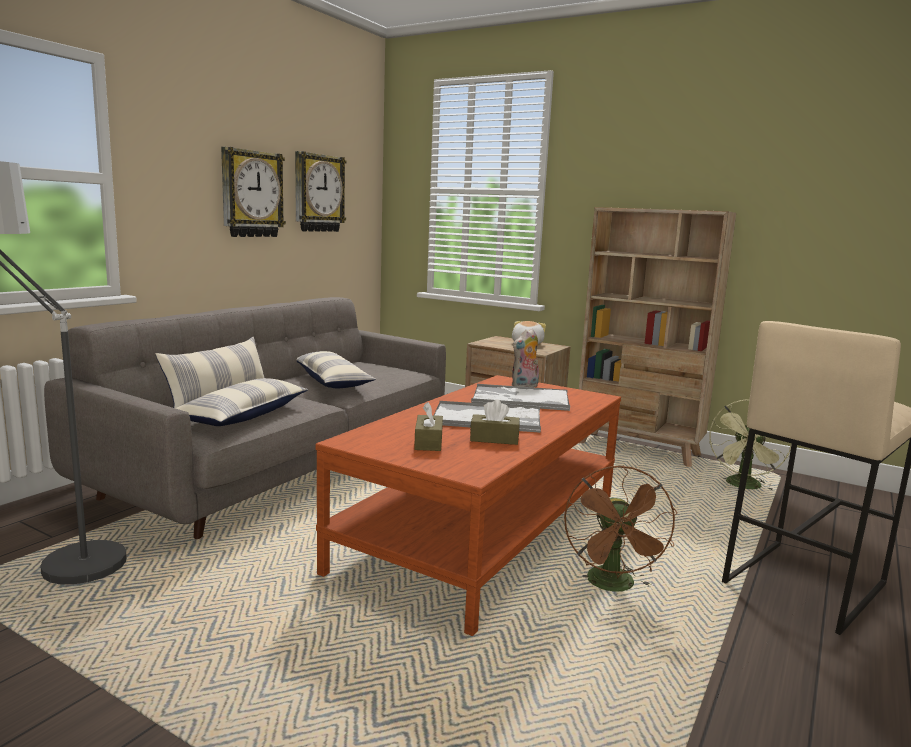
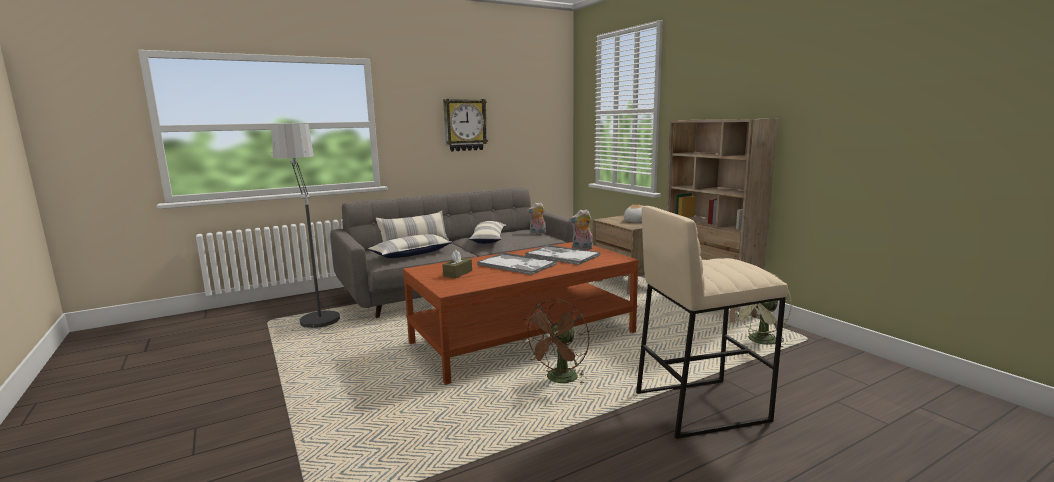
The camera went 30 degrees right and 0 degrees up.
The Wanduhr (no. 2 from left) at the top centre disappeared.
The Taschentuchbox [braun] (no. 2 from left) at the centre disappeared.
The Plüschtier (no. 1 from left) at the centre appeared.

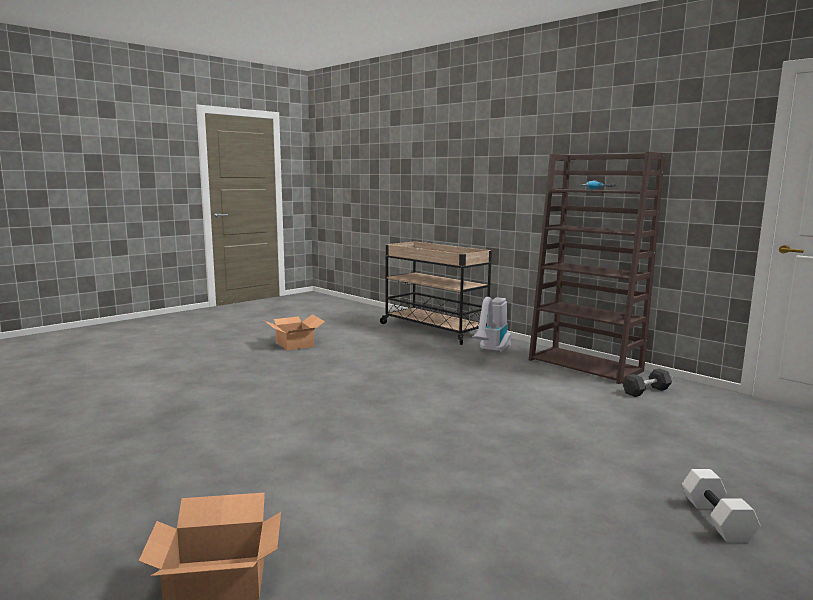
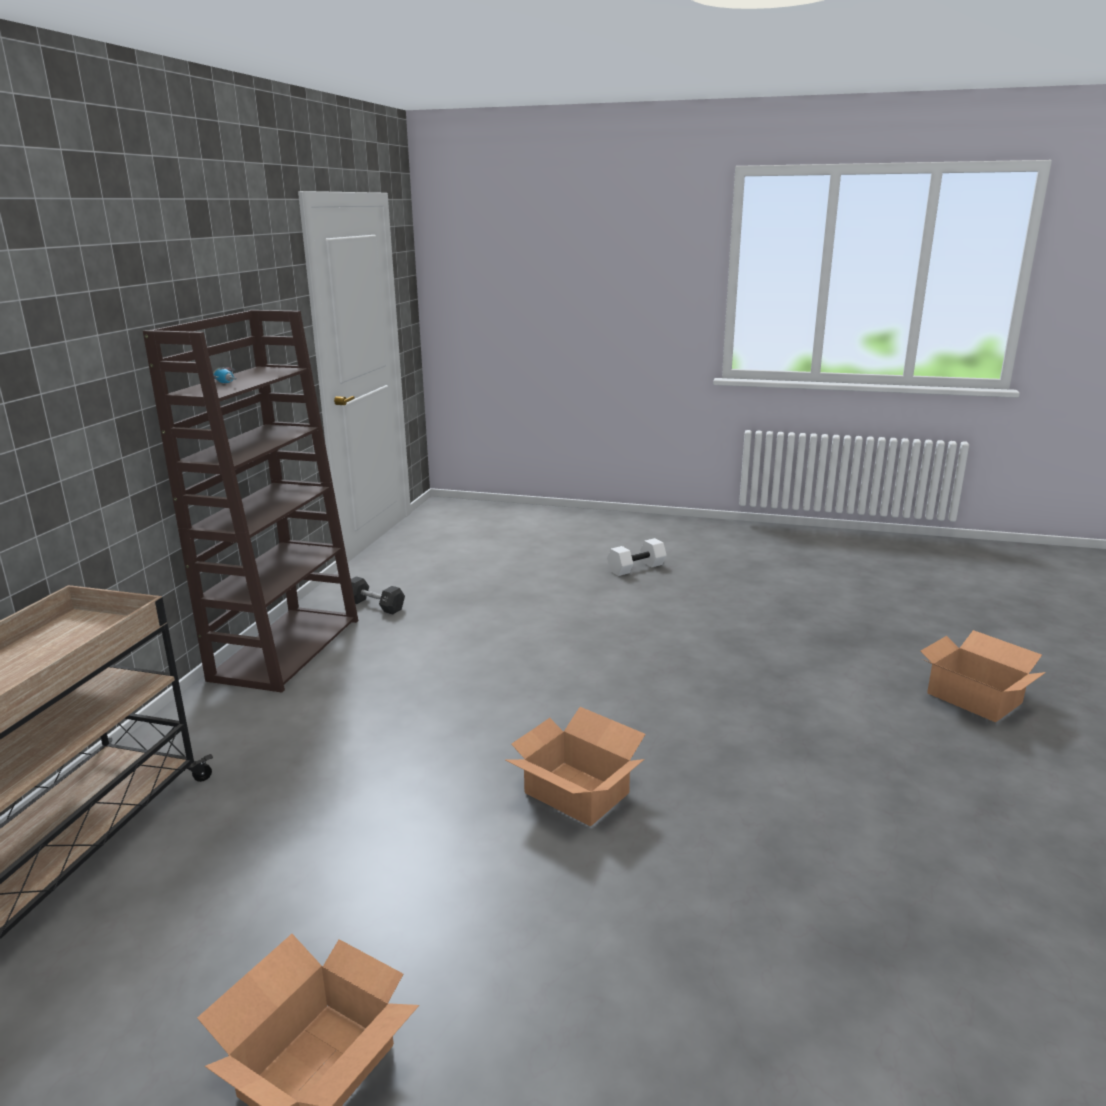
The camera went 120 degrees left and 10 degrees up.
The Staubsauger at the centre disappeared.
The Karton (no. 2 from left) at the bottom centre appeared.

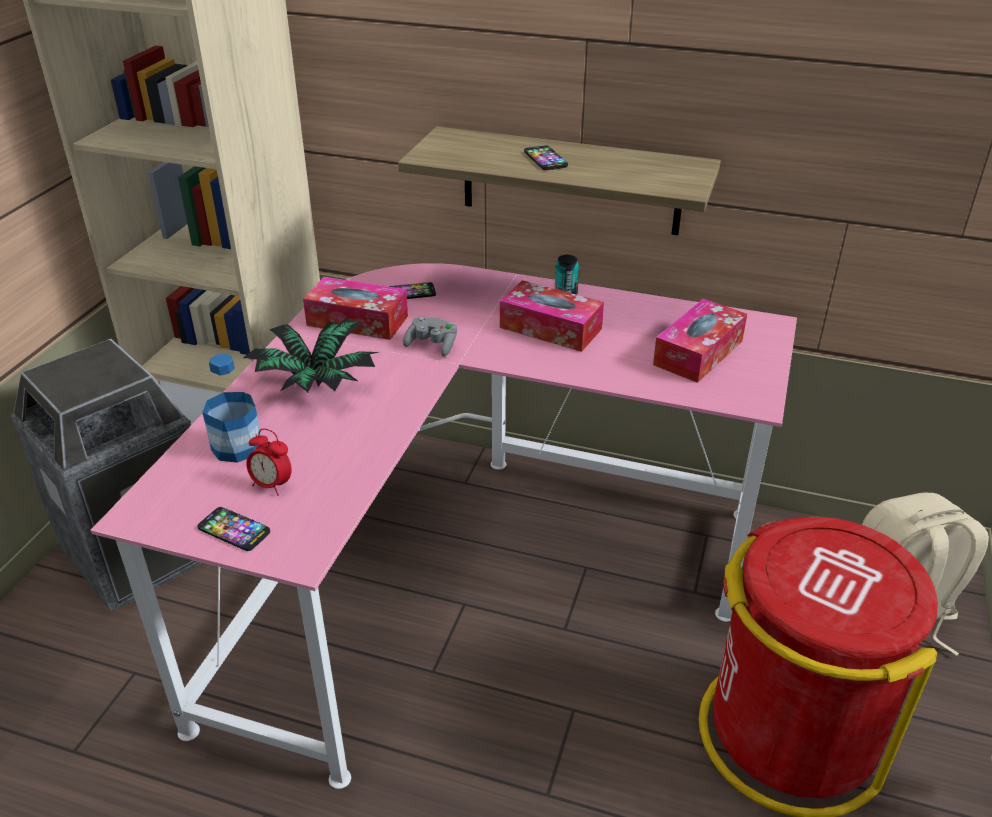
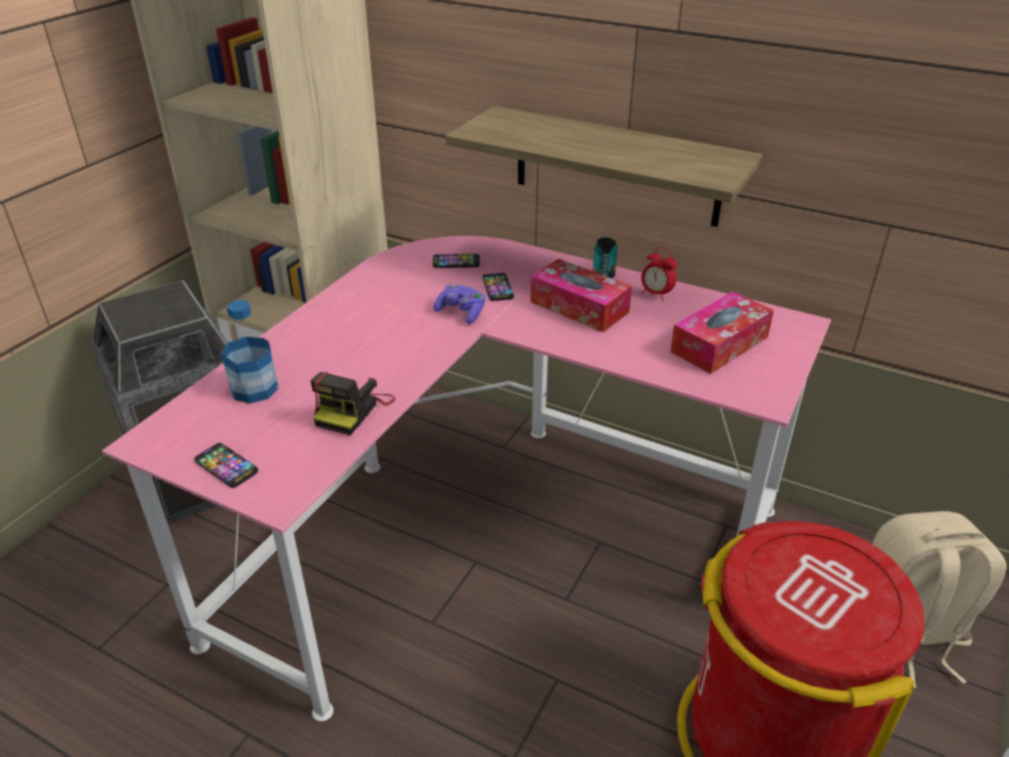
The camera went 10 degrees right and 0 degrees up.
The Handy (no. 3 from left) moved from the top centre to the centre.
The Taschentuchbox (no. 1 from left) at the centre disappeared.
The Topfpflanze at the middle left disappeared.
The Gamepad [grau] at the centre became the Gamepad [lila] at the centre.
The Wecker moved from the middle left to the centre.
The Kamera at the centre appeared.

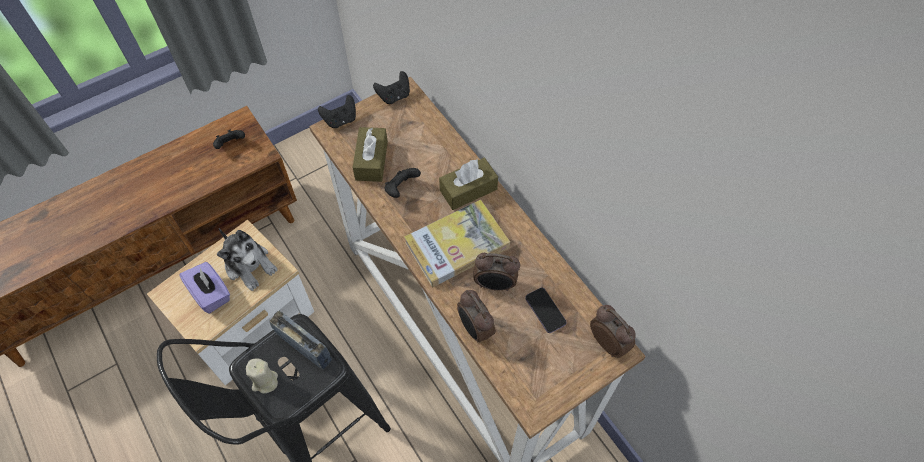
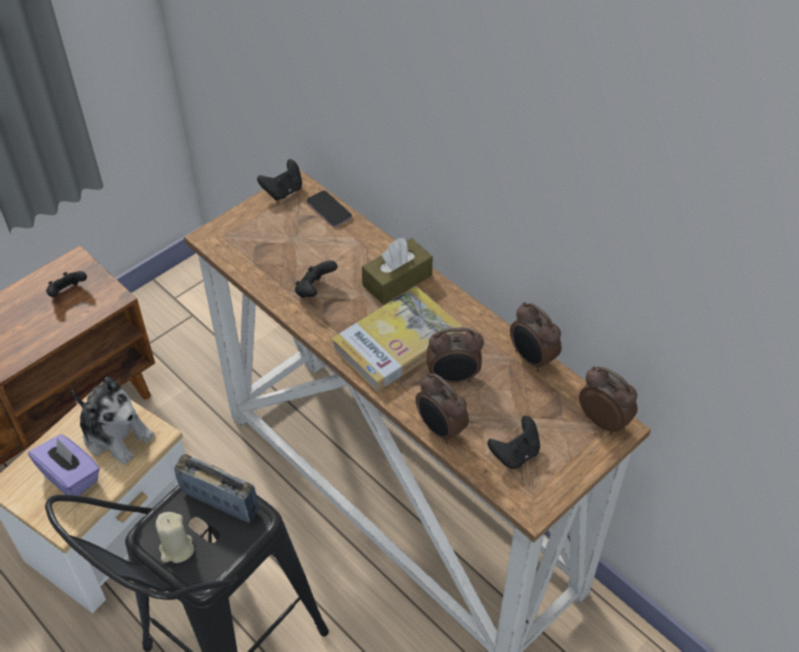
The camera went 10 degrees left and 10 degrees down.
The Gamepad [schwarz] (no. 2 from left in the first image) moved from the top centre to the bottom centre.
The Taschentuchbox [braun] (no. 1 from left) at the centre disappeared.
The Handy moved from the bottom centre to the top centre.
The Wecker (no. 3 from left) at the middle right appeared.

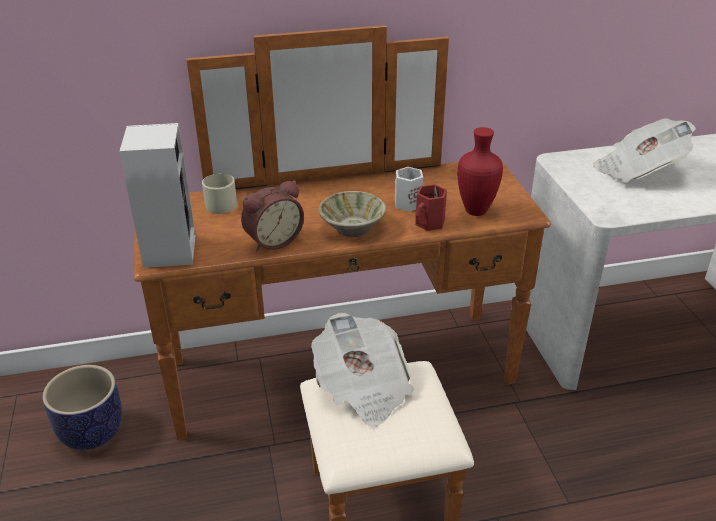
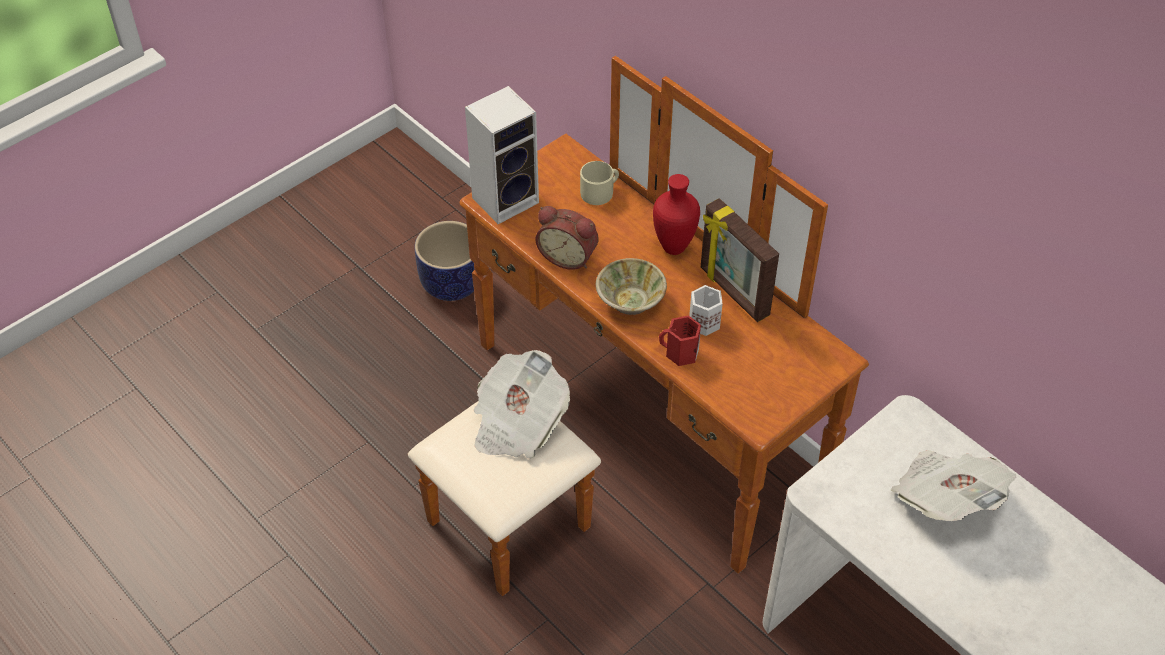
The camera went 60 degrees right and 15 degrees up.
The Vase [rot] moved from the top right to the top centre.
The Bilderrahmen at the centre appeared.

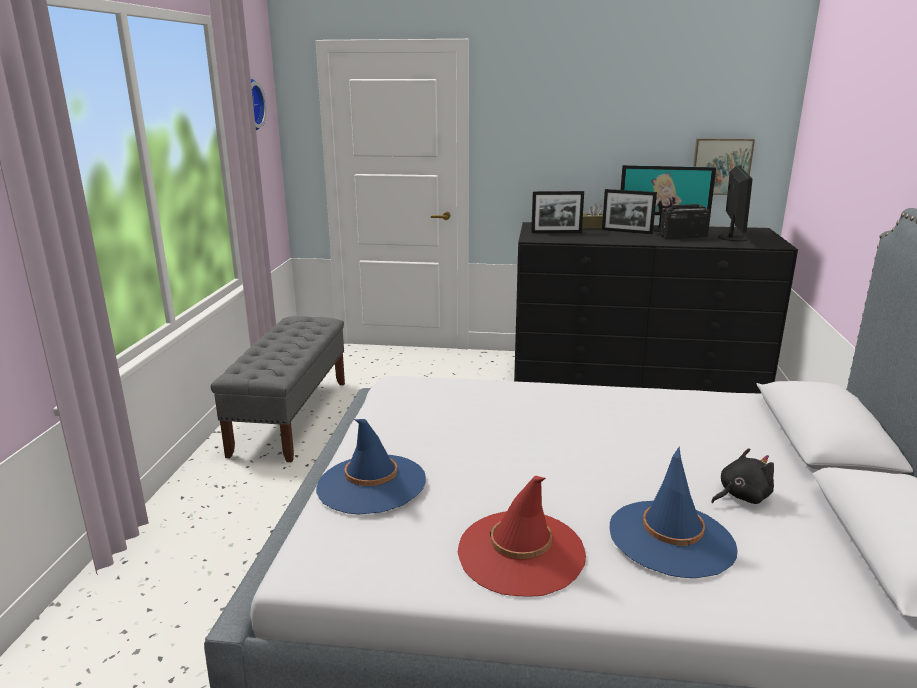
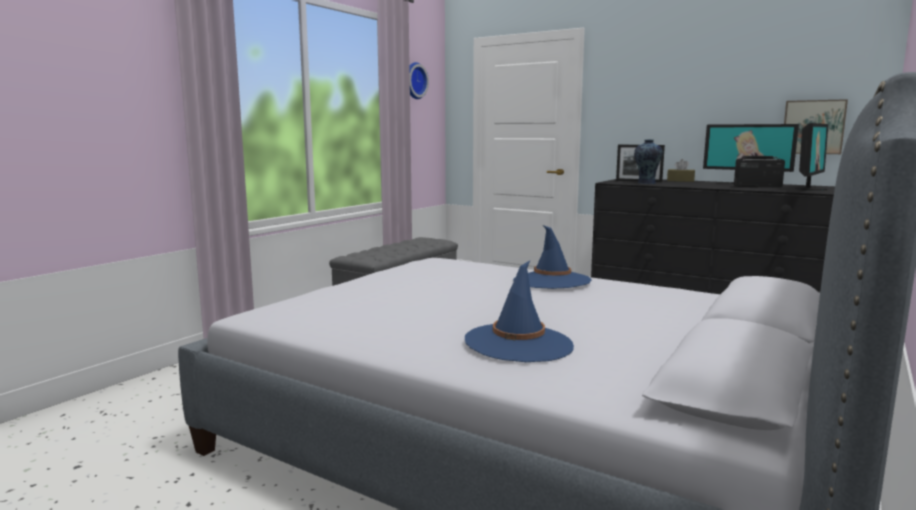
The camera went 25 degrees right and 10 degrees down.
The Bilderrahmen (no. 2 from left) at the top right disappeared.
The Hut [blau] (no. 1 from left in the first image) moved from the bottom centre to the centre.
The Plüschtier [schwarz] at the bottom right disappeared.
The Hut [rot] at the bottom centre disappeared.
The Vase at the top right appeared.

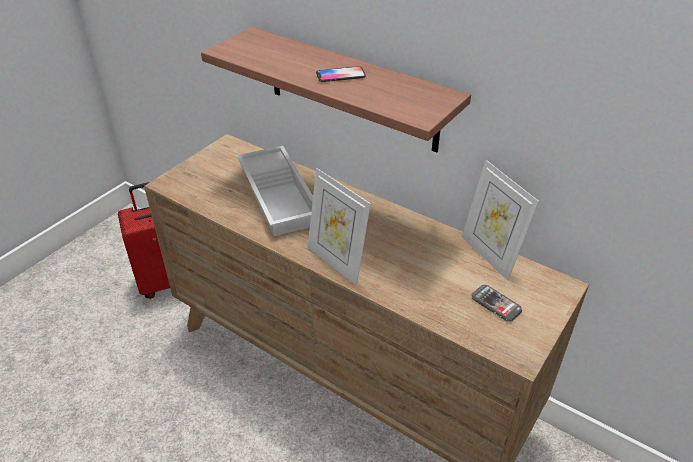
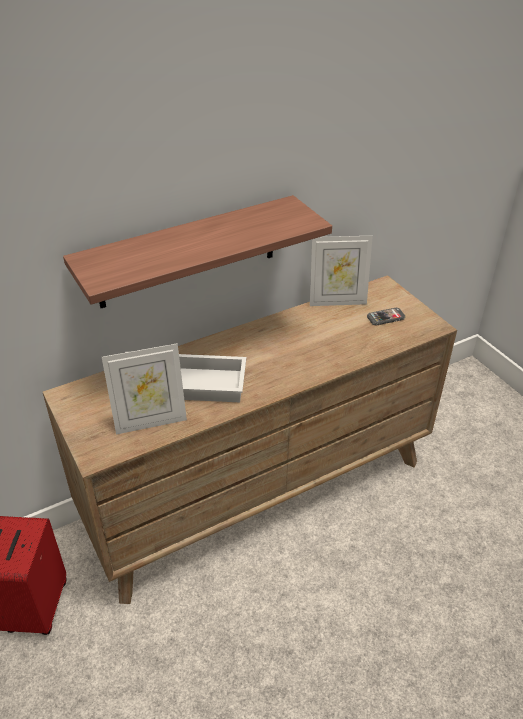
The camera went 65 degrees left and 0 degrees up.
The Handy (no. 1 from left) at the top centre disappeared.
The Bilderrahmen (no. 1 from left) moved from the centre to the middle left.

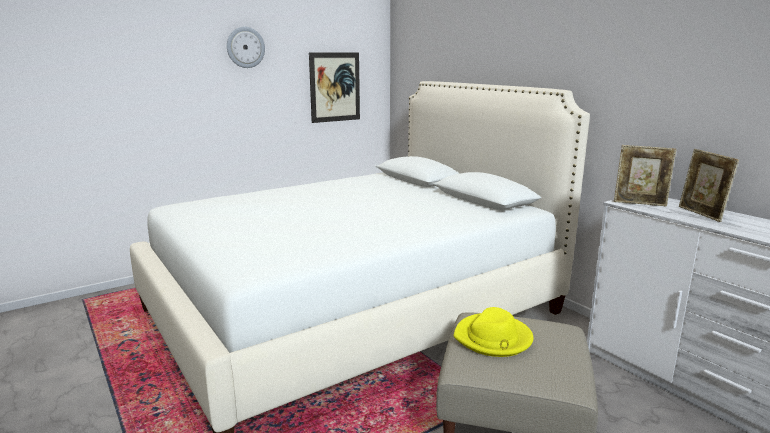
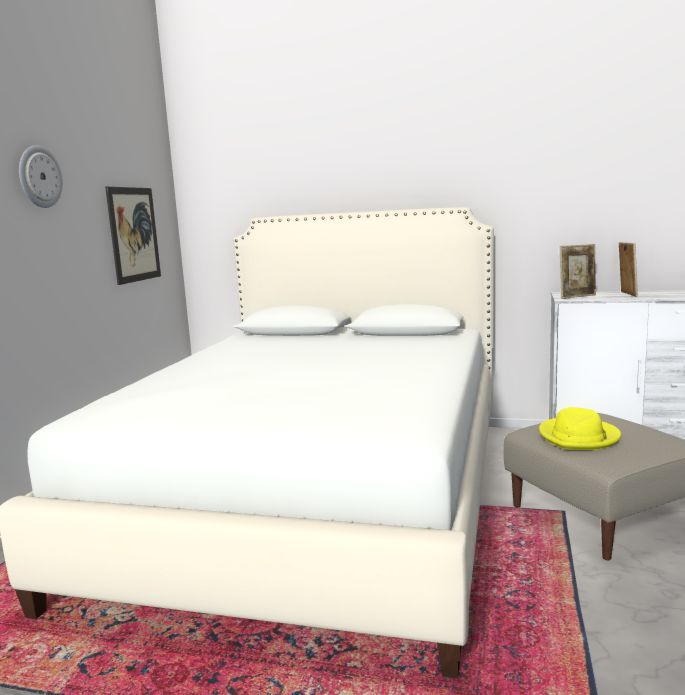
The camera went 40 degrees left and 5 degrees down.
The Bilderrahmen (no. 2 from left) at the middle right turned 120 degrees counterclockwise.

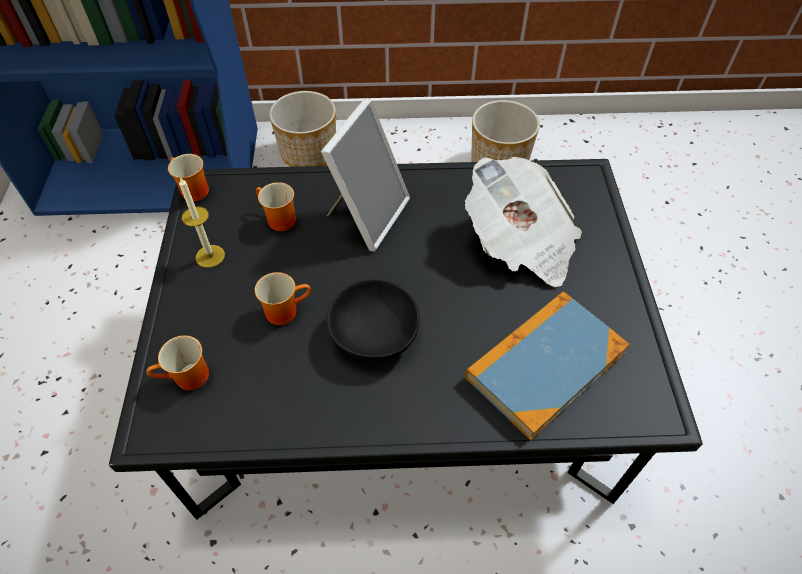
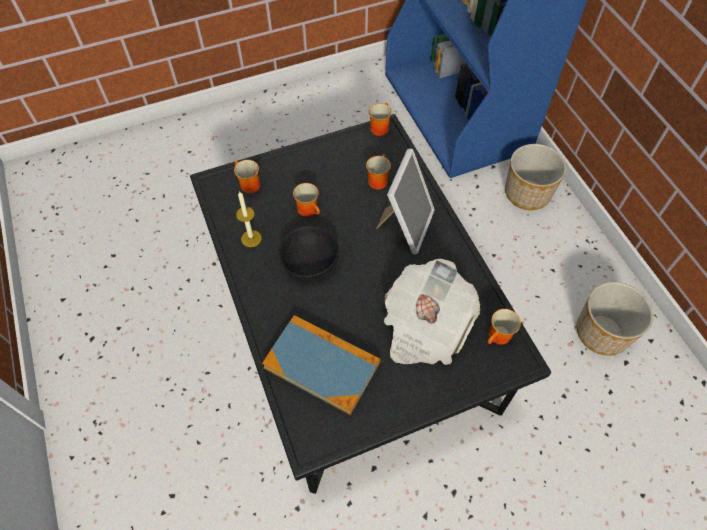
The camera went 70 degrees right and 5 degrees up.
The Bilderrahmen at the top centre turned 75 degrees counterclockwise.
The Kerze moved from the middle left to the centre.
The Henkelbecher (no. 5 from left) at the middle right appeared.

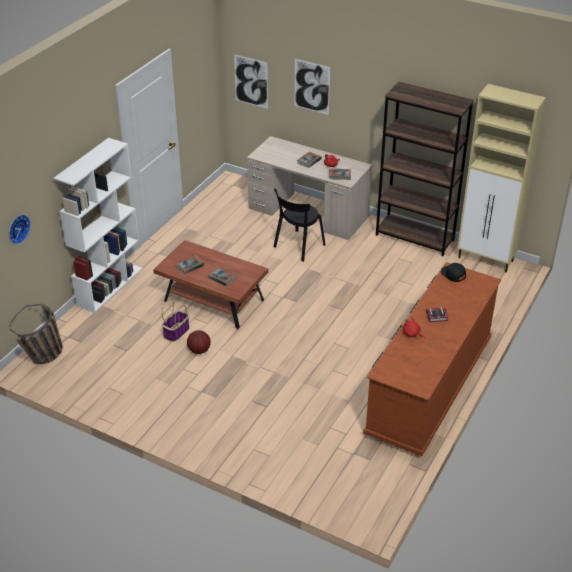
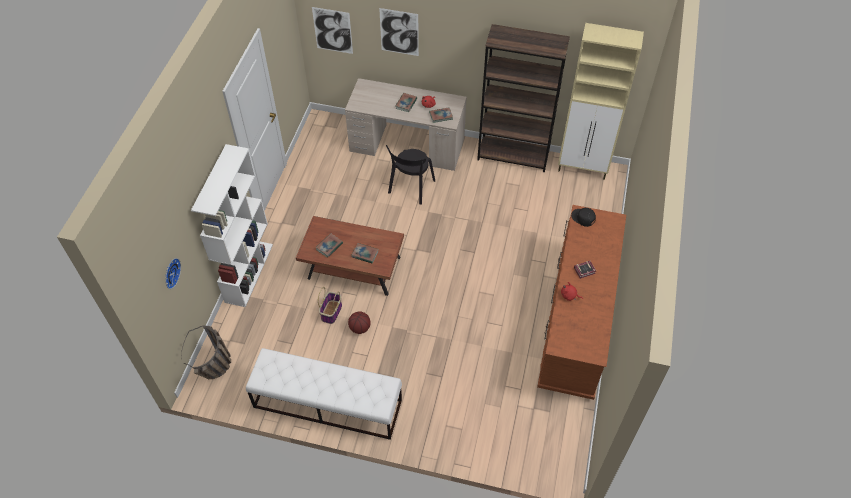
The camera went 15 degrees left and 15 degrees up.
The Bank [weiß] at the bottom centre appeared.

